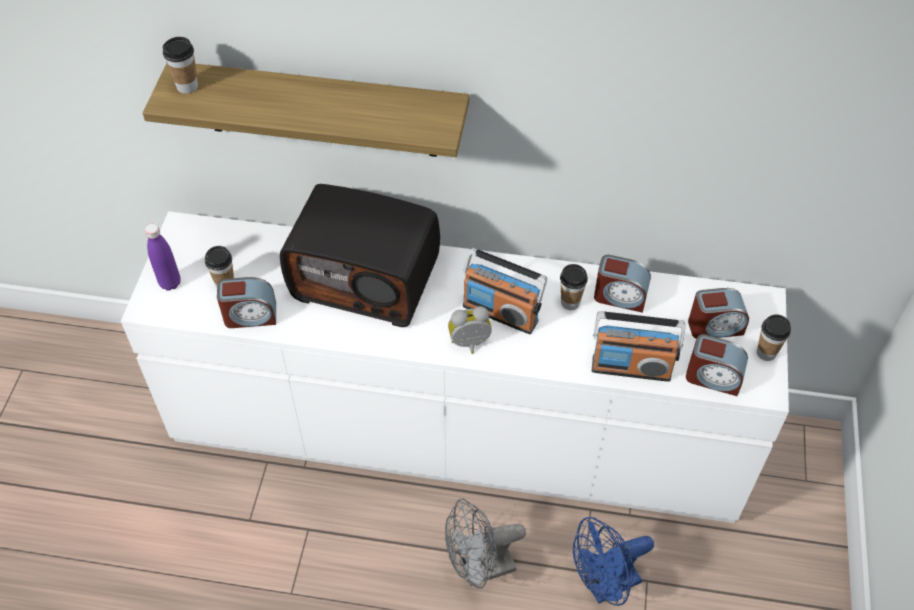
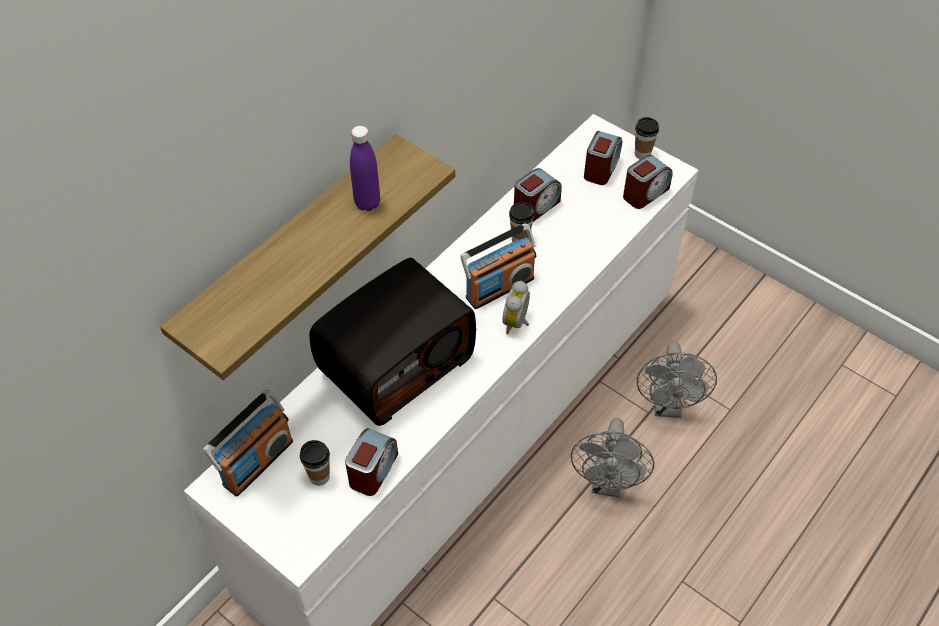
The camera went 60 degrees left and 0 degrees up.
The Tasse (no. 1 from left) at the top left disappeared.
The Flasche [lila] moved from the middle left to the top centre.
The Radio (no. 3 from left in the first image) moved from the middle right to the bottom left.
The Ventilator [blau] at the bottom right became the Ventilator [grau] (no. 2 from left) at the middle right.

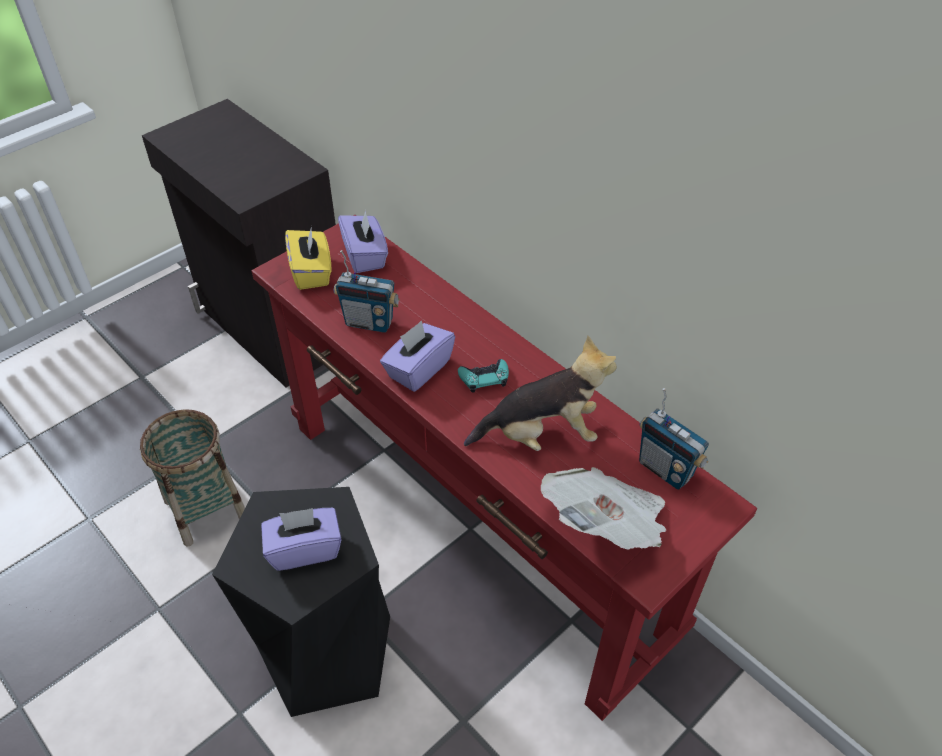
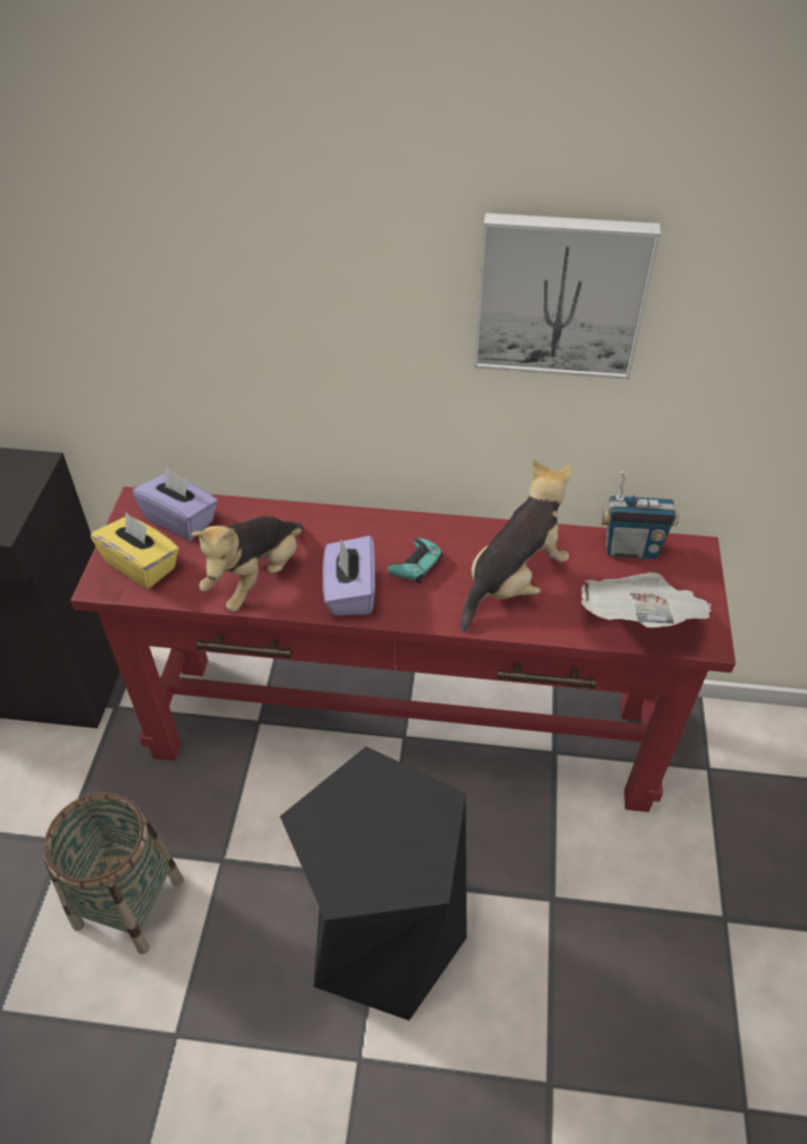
The camera went 40 degrees left and 0 degrees up.
The Radio (no. 1 from left) at the centre was replaced by the Plüschtier (no. 1 from left) at the middle left.
The Taschentuchbox [lila] (no. 1 from left) at the bottom left disappeared.
The Bild at the top right appeared.

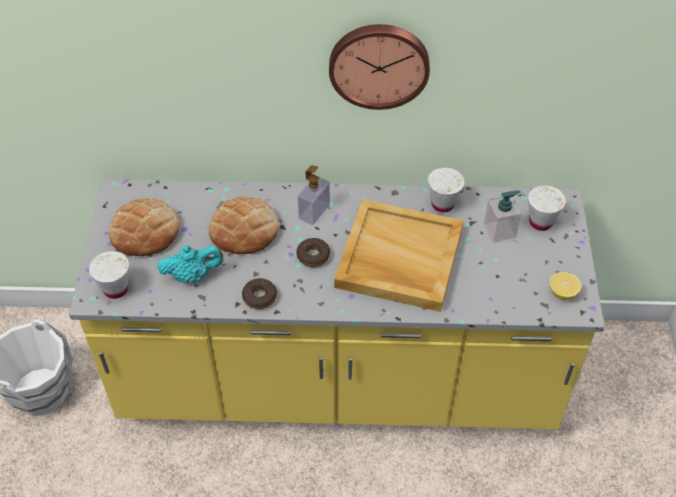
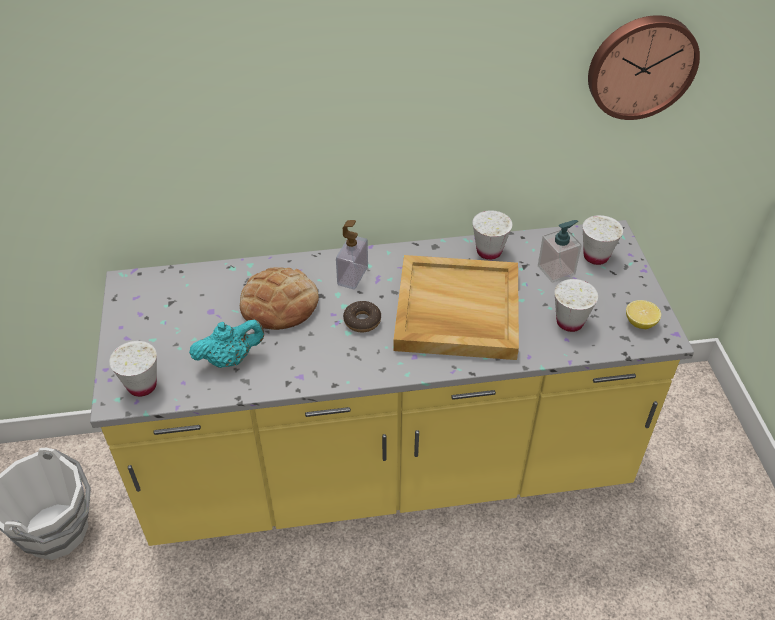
The camera went 10 degrees left and 5 degrees down.
The Wanduhr moved from the top centre to the top right.
The Brot (no. 1 from left) at the middle left disappeared.
The Donut (no. 1 from left) at the centre disappeared.
The Tasse [weiß] (no. 3 from left) at the middle right appeared.

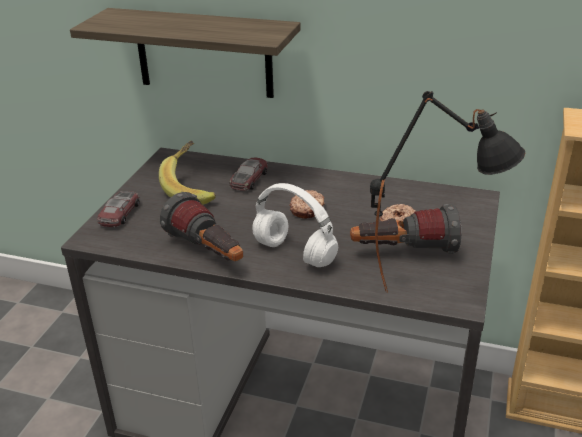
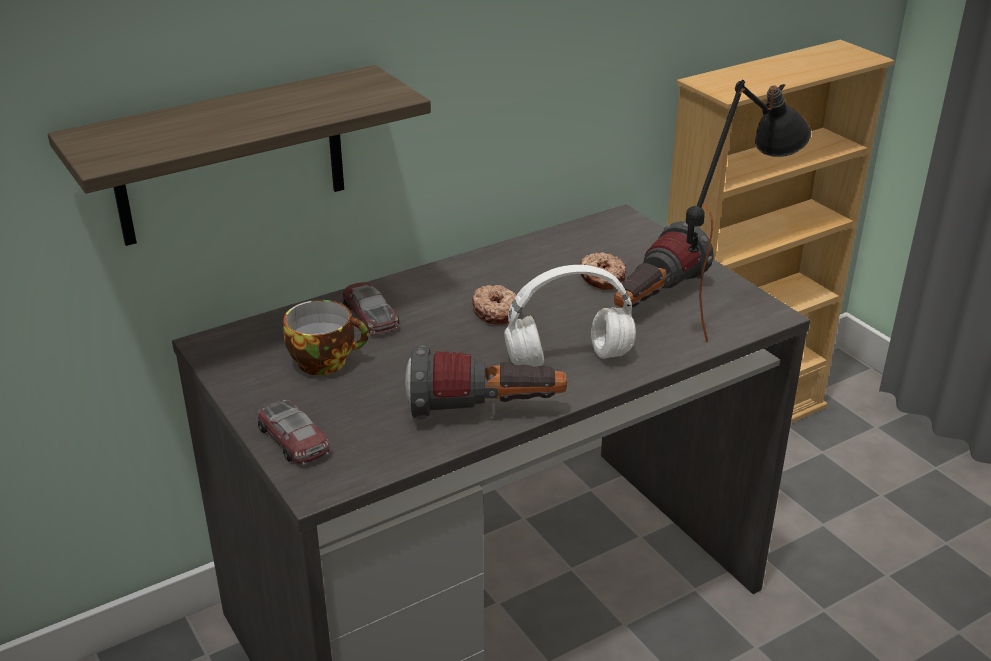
The camera went 50 degrees left and 0 degrees up.
The Banane at the middle left was replaced by the Tasse at the middle left.

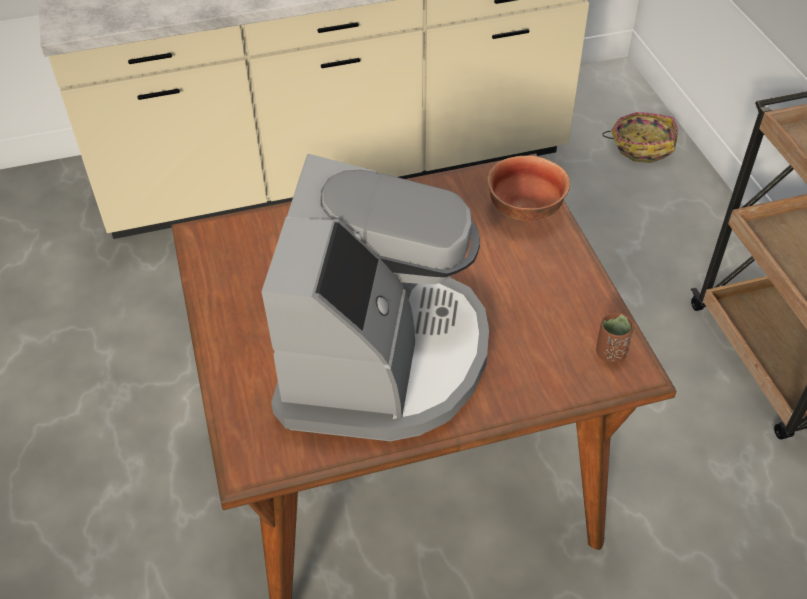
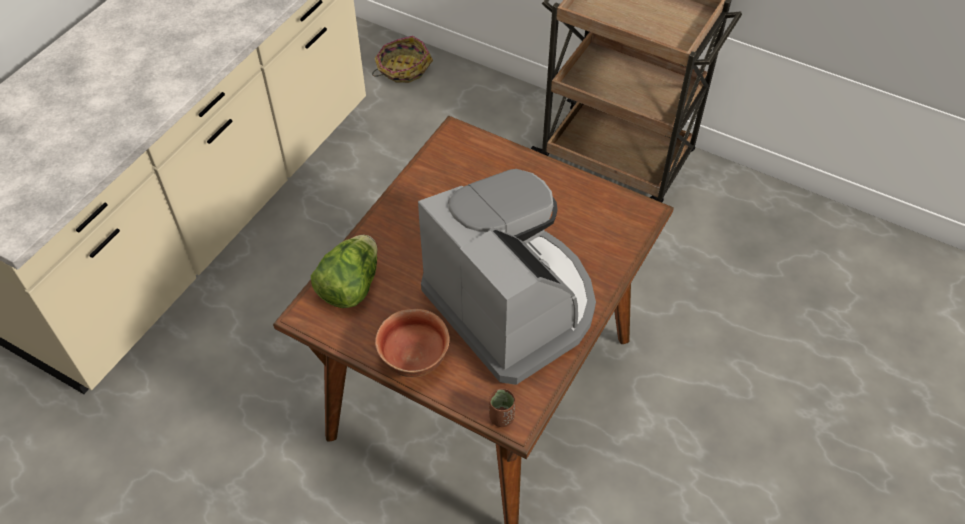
The camera went 45 degrees left and 5 degrees up.
The Schüssel moved from the top centre to the centre.
The Tasse [braun] moved from the middle right to the bottom centre.
The Salatkopf at the centre appeared.

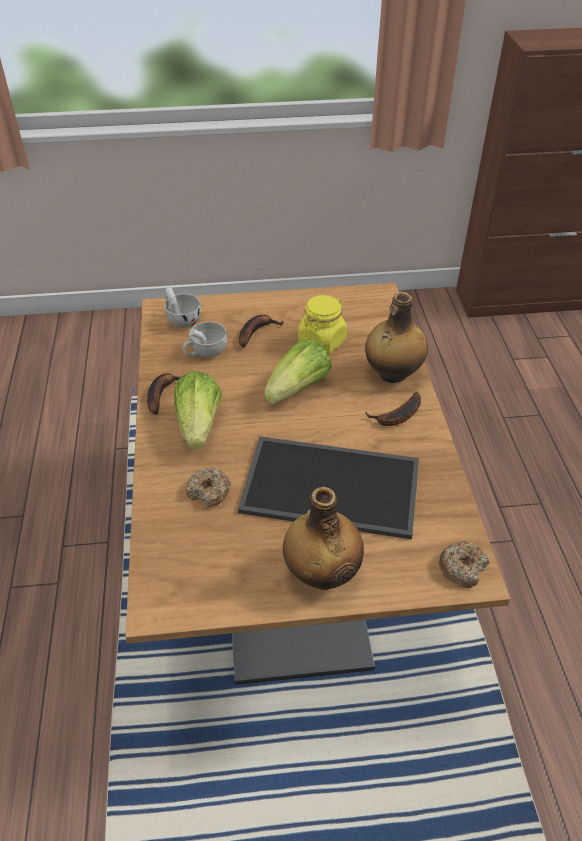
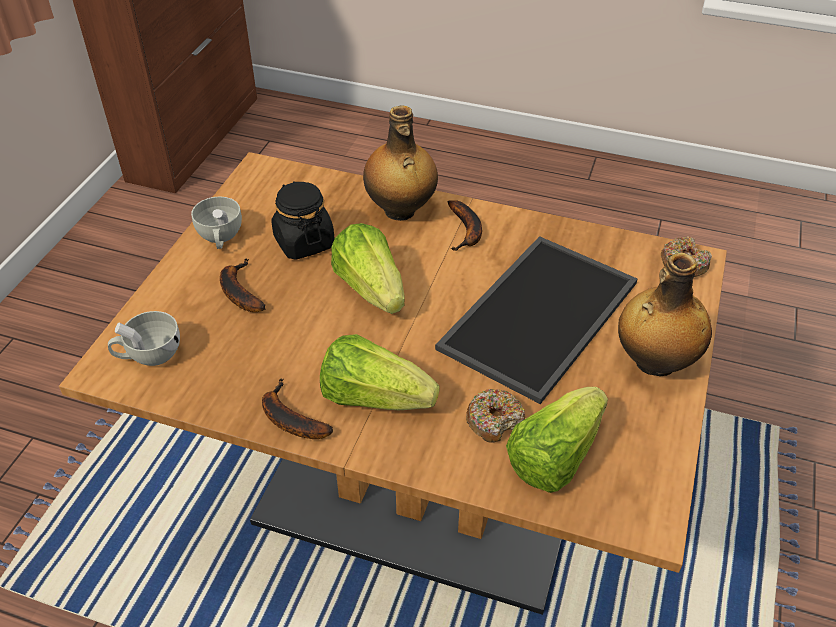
The camera went 65 degrees left and 0 degrees up.
The Vorratsglas [gelb] at the centre became the Vorratsglas [schwarz] at the centre.
The Tasse [weiß] (no. 2 from left) moved from the centre to the middle left.
The Salatkopf (no. 3 from left) at the bottom centre appeared.

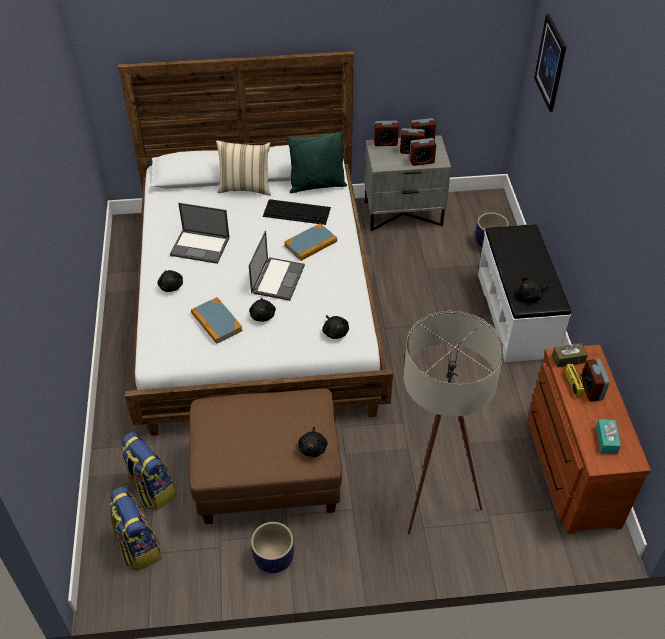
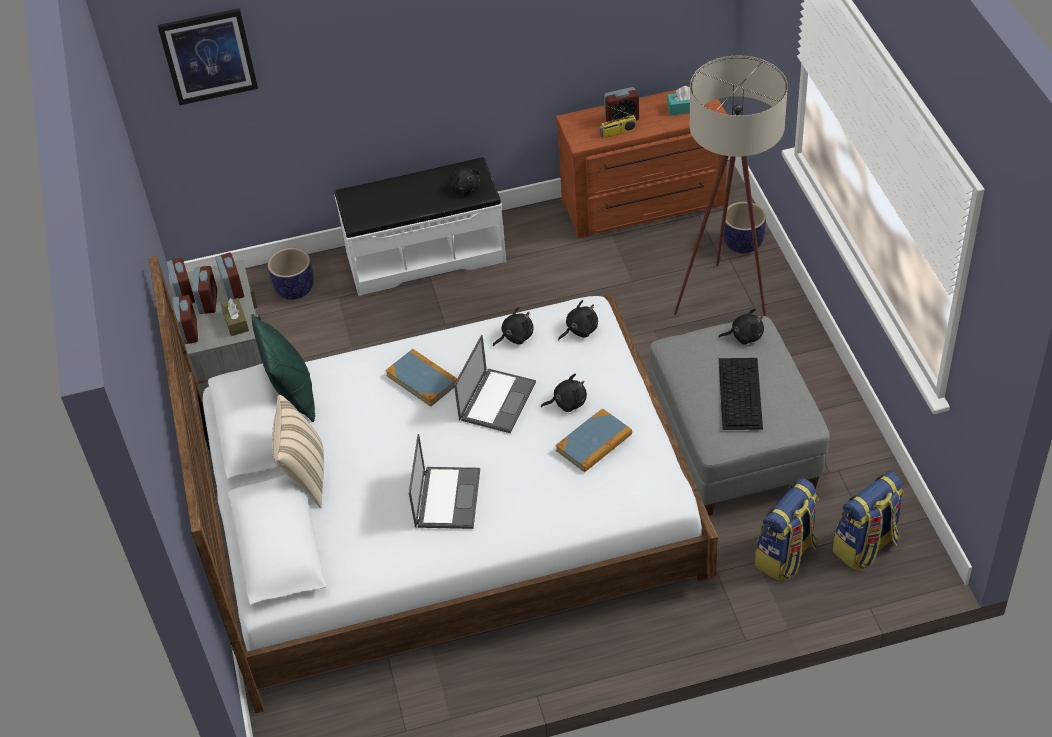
The camera went 95 degrees left and 0 degrees up.
The Tastatur moved from the top centre to the middle right.
The Laptop (no. 2 from left) at the centre turned 105 degrees clockwise.
The Plüschtier [schwarz] (no. 1 from left in the first image) moved from the middle left to the centre.
The Taschentuchbox [braun] moved from the middle right to the middle left.
The Polsterhocker [braun] at the bottom centre became the Polsterhocker [grau] at the middle right.
The Pflanzkübel (no. 1 from left in the first image) moved from the bottom centre to the top right.

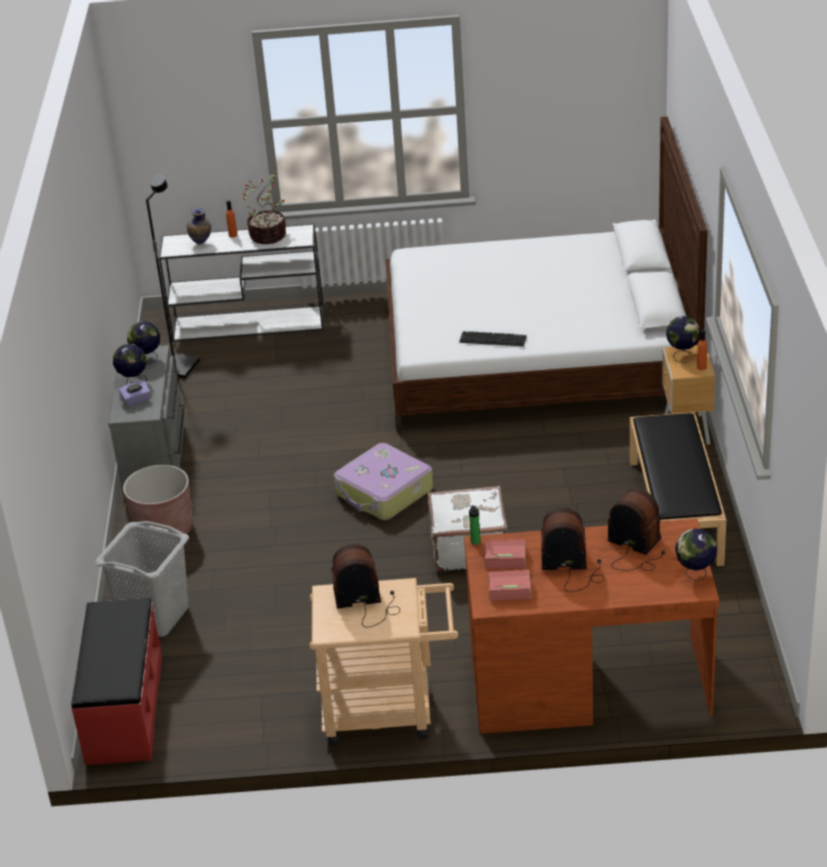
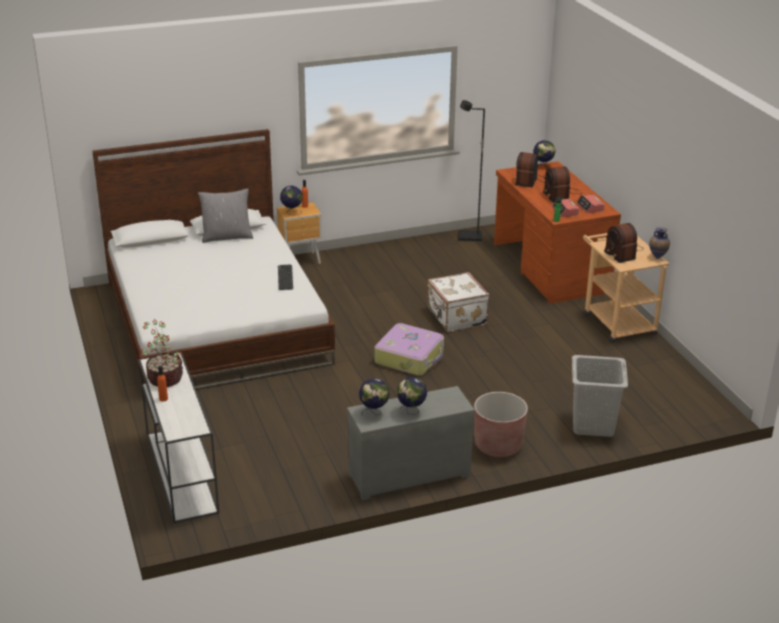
The camera went 110 degrees left and 5 degrees down.
The Stehlampe [schwarz] moved from the top left to the top centre.
The Vase moved from the top left to the middle right.
The Taschentuchbox [lila] at the middle left disappeared.
The Bank [schwarz] at the middle right disappeared.
The Bank [rot] at the bottom left disappeared.
The Kissen [grau] at the middle left appeared.

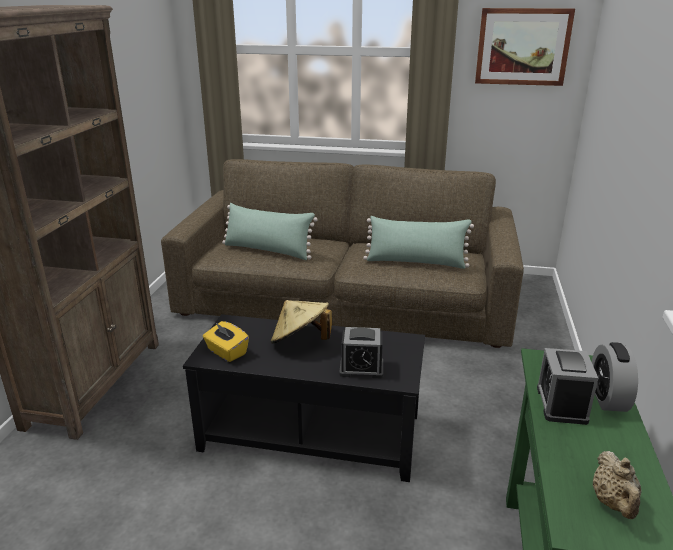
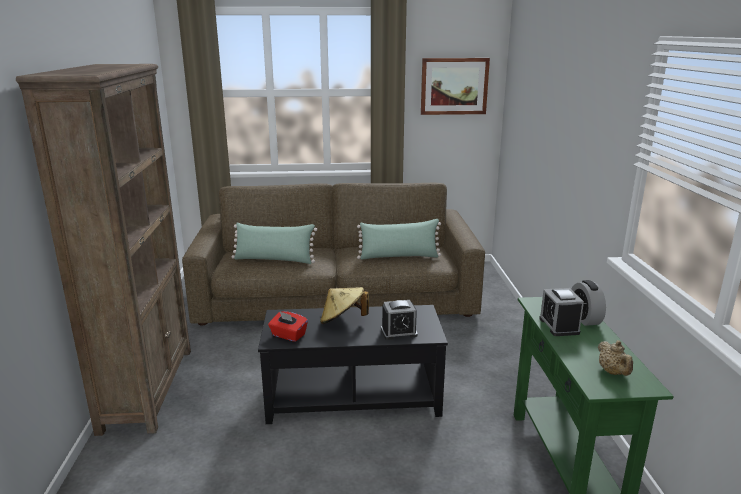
The camera went 15 degrees left and 5 degrees down.
The Taschentuchbox [gelb] at the centre became the Taschentuchbox [rot] at the centre.

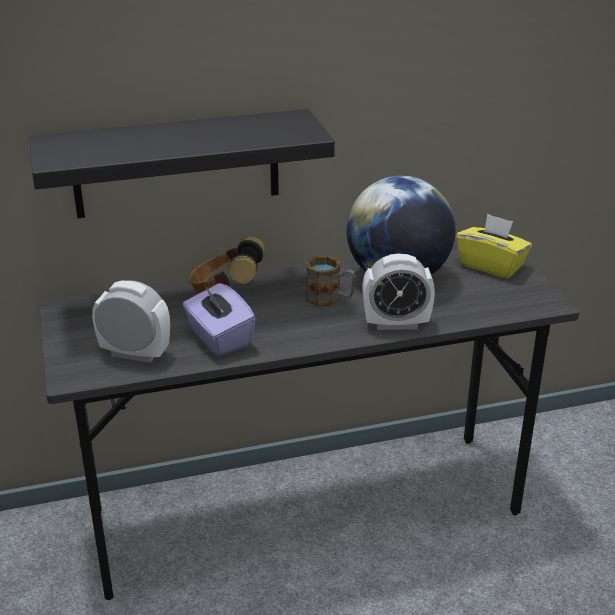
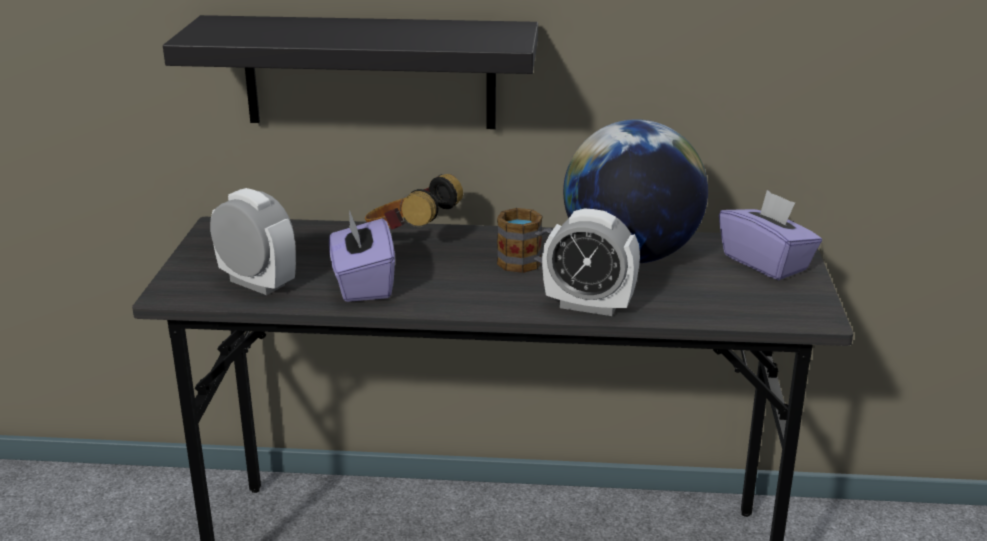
The camera went 20 degrees right and 5 degrees down.
The Taschentuchbox [gelb] at the middle right became the Taschentuchbox [lila] (no. 2 from left) at the middle right.

